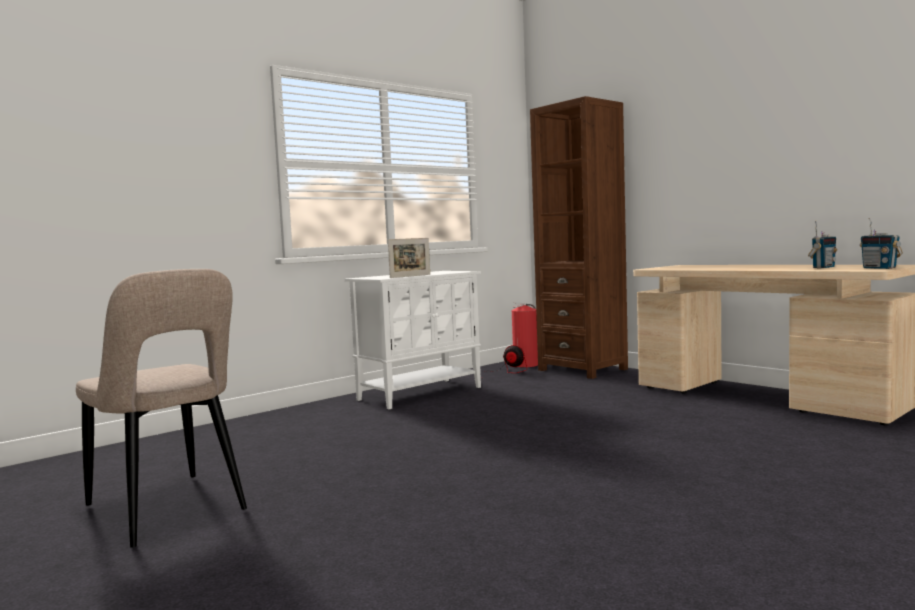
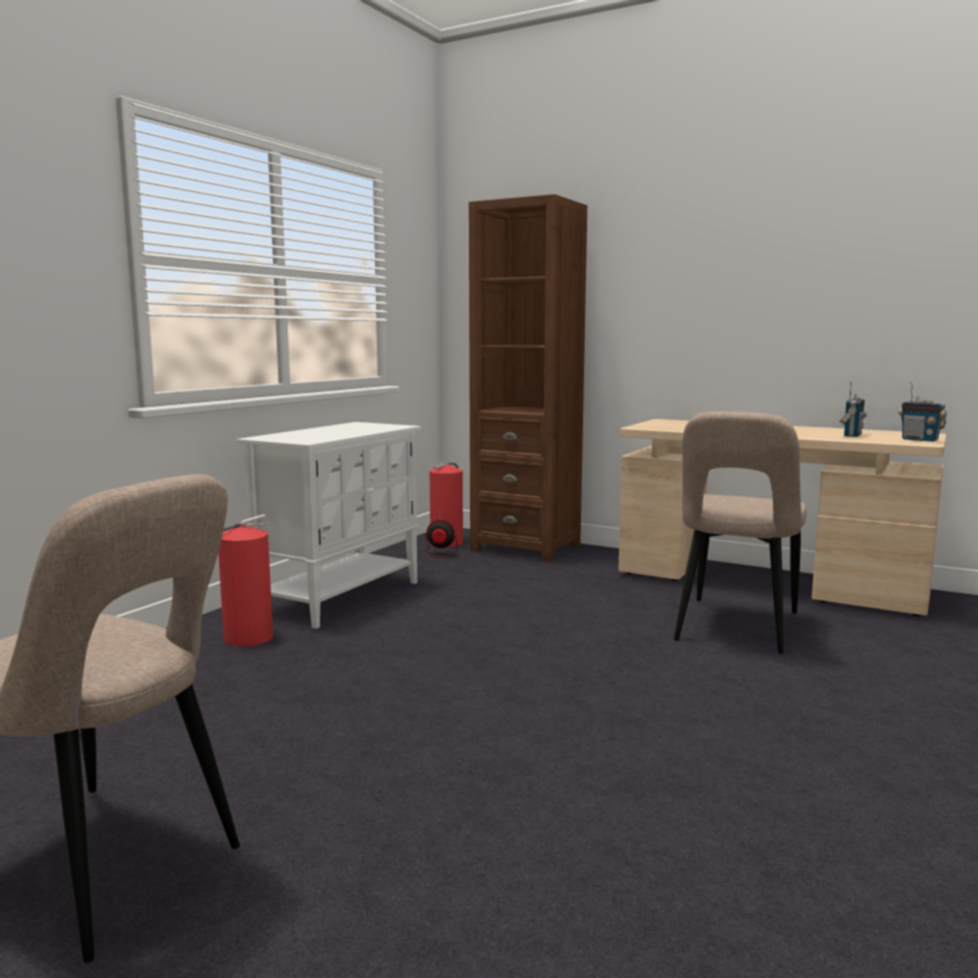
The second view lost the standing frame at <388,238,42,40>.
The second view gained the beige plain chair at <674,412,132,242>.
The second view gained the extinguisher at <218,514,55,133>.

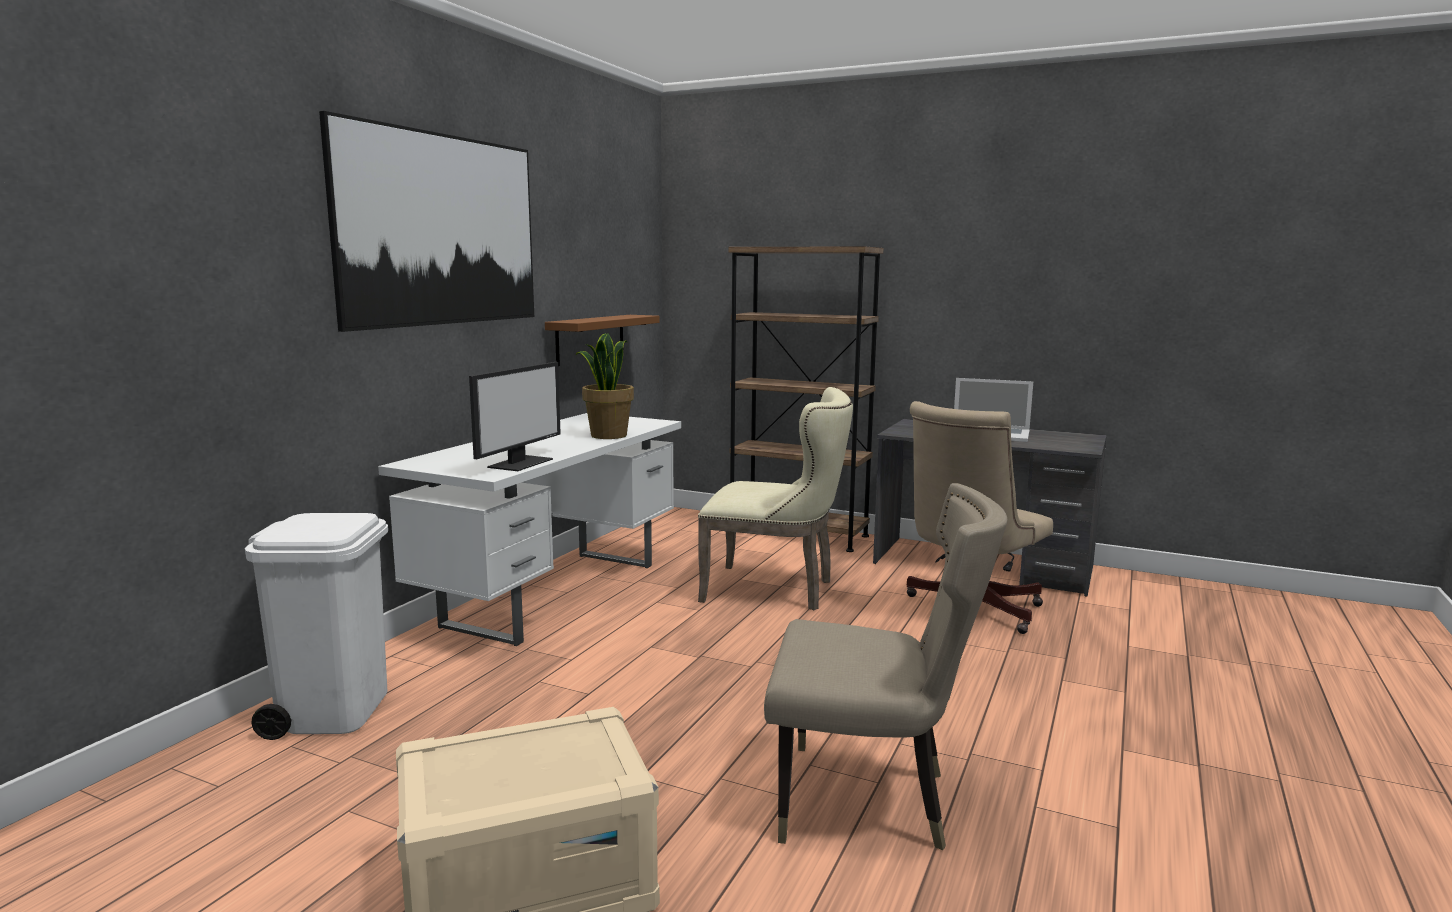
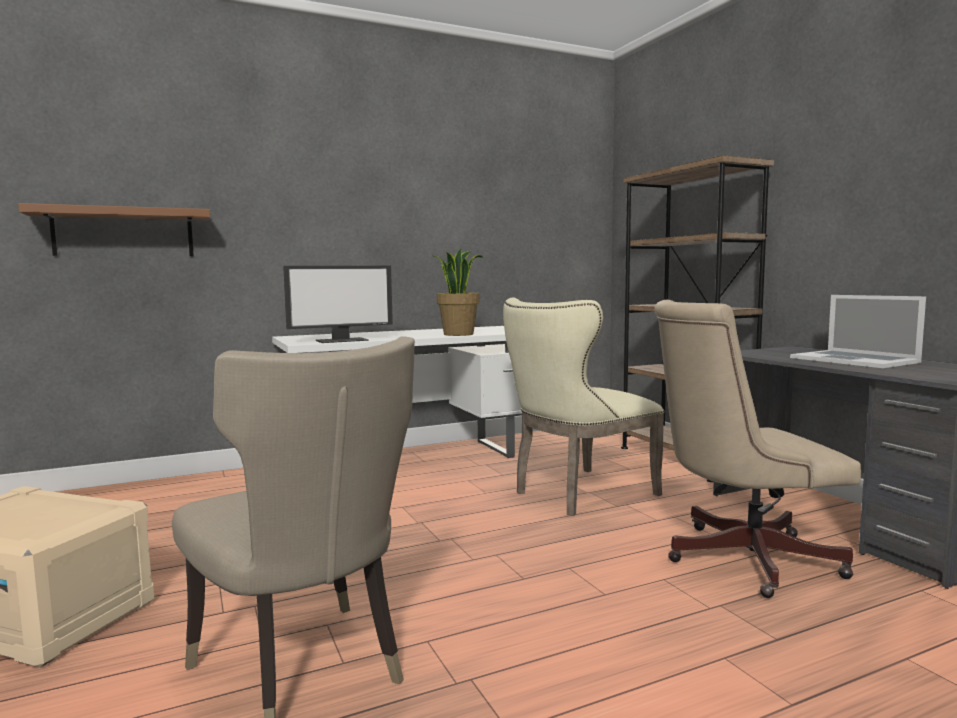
The second view lost the wall art at <319,111,215,221>.
The brown wall shelf ended up elsewhere, having gone from <545,315,115,51> to <18,203,192,53>.
The beige plain chair at <698,387,155,223> ended up facing another way, 90 degrees clockwise from before.
The second view lost the white-coloured rubbish bin at <245,513,143,227>.

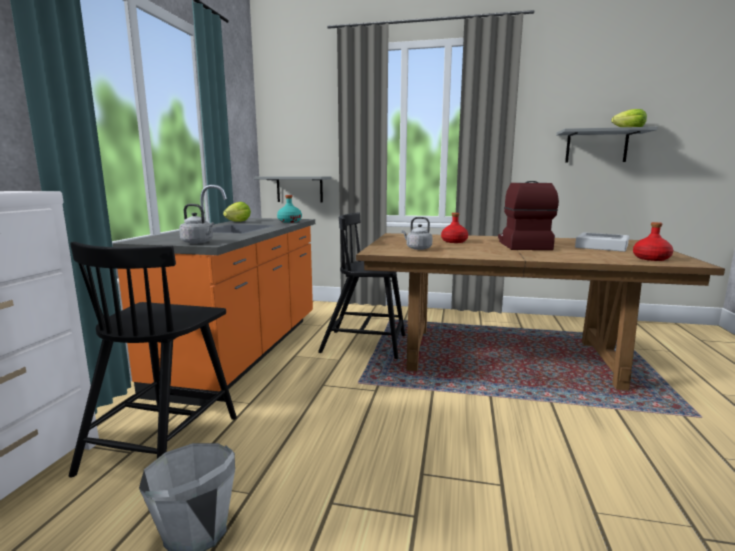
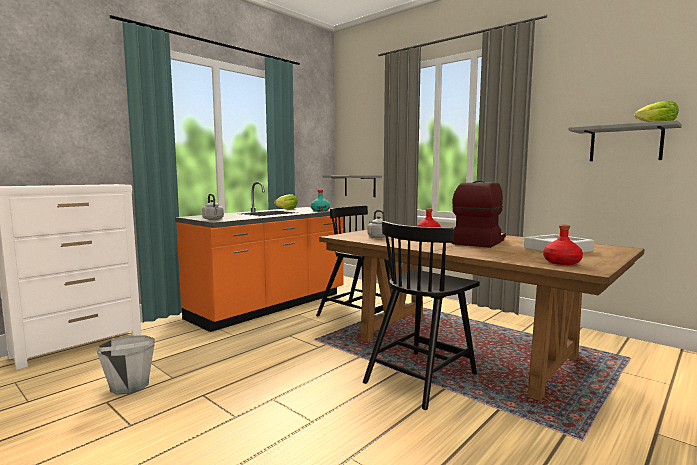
The black-coloured plain chair ended up elsewhere, having gone from <68,242,169,236> to <363,221,117,189>.

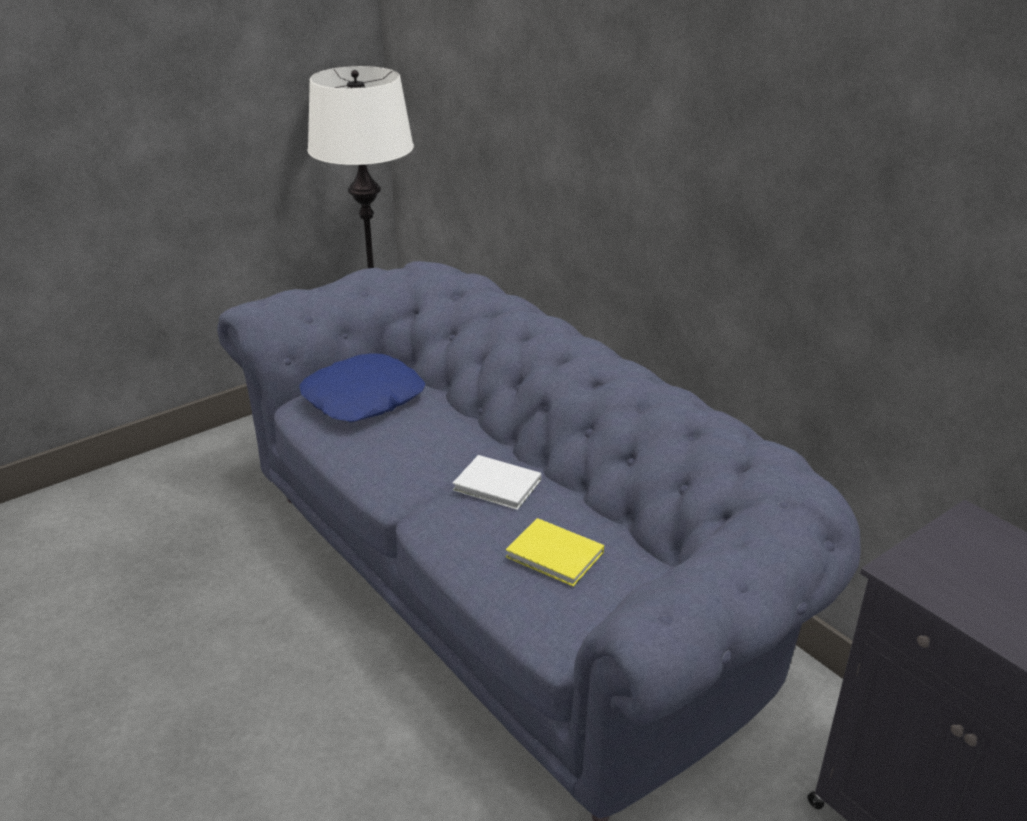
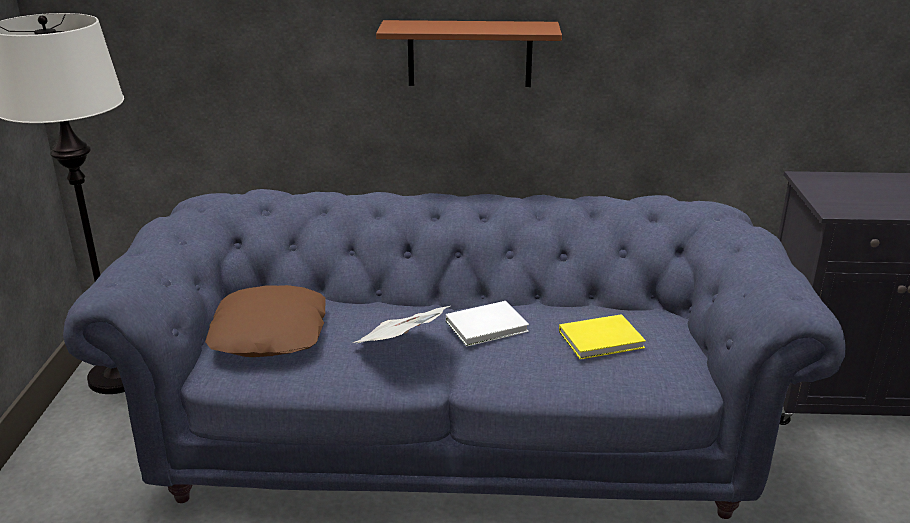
What was the blue pillow at <299,353,126,70> turned into the brown pillow at <205,285,121,72>.
The second view gained the brown wall shelf at <376,20,186,67>.
The second view gained the newspaper at <353,306,97,37>.

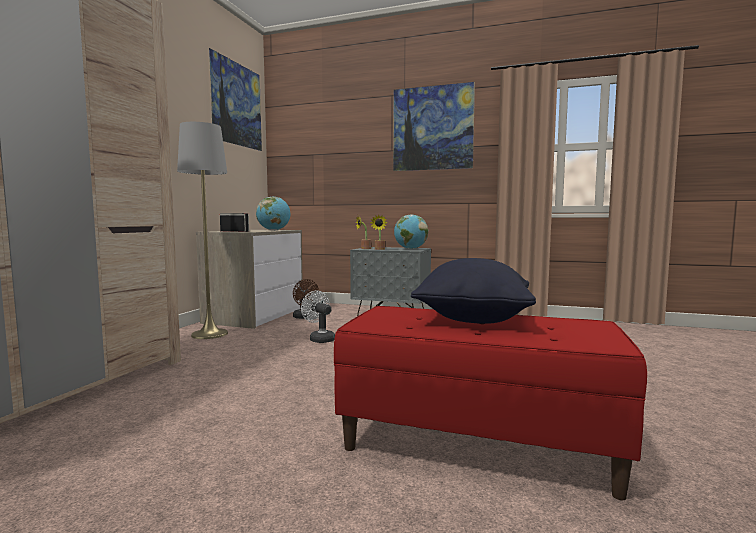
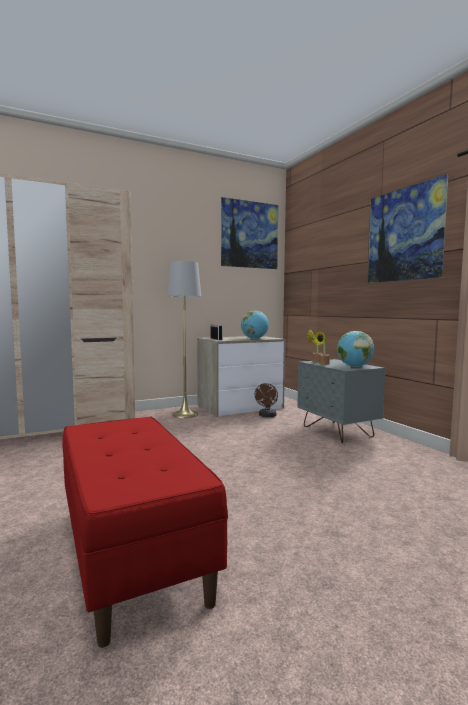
The second view lost the black-coloured pillow at <411,258,125,66>.
The second view lost the white-coloured electric fan at <301,291,34,52>.

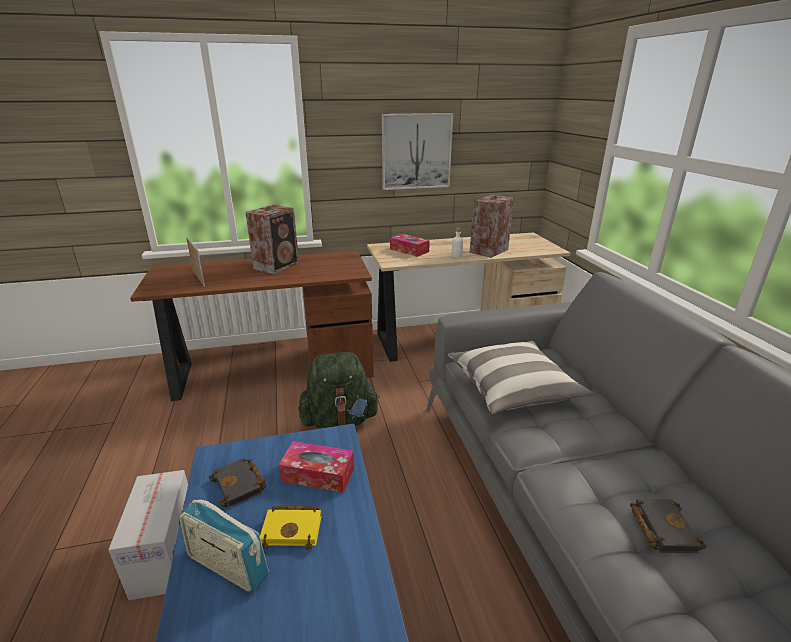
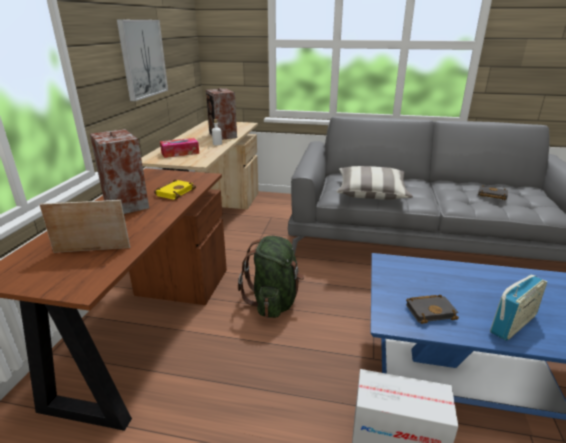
The second view lost the box of tissues at <278,441,76,52>.
The yellow-coloured bound book ended up elsewhere, having gone from <260,506,61,43> to <154,179,42,21>.

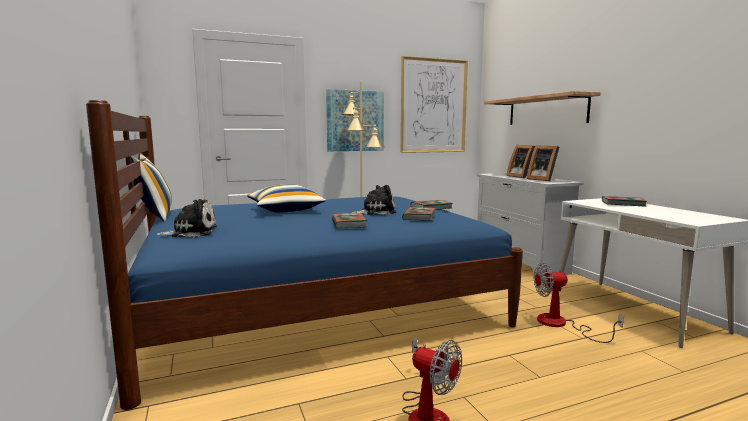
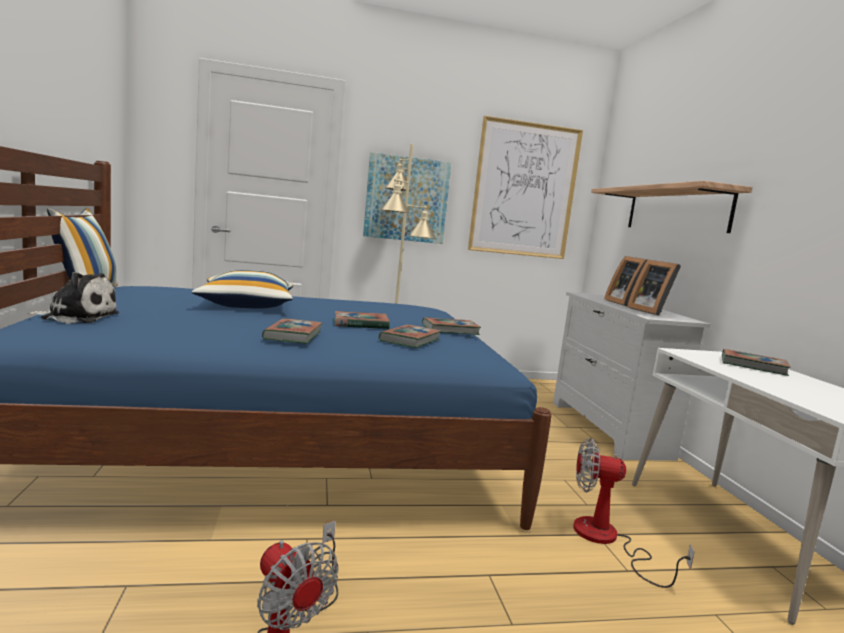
Where the soft toy stood at <352,185,44,30>, the bound book came to stand at <334,311,56,18>.

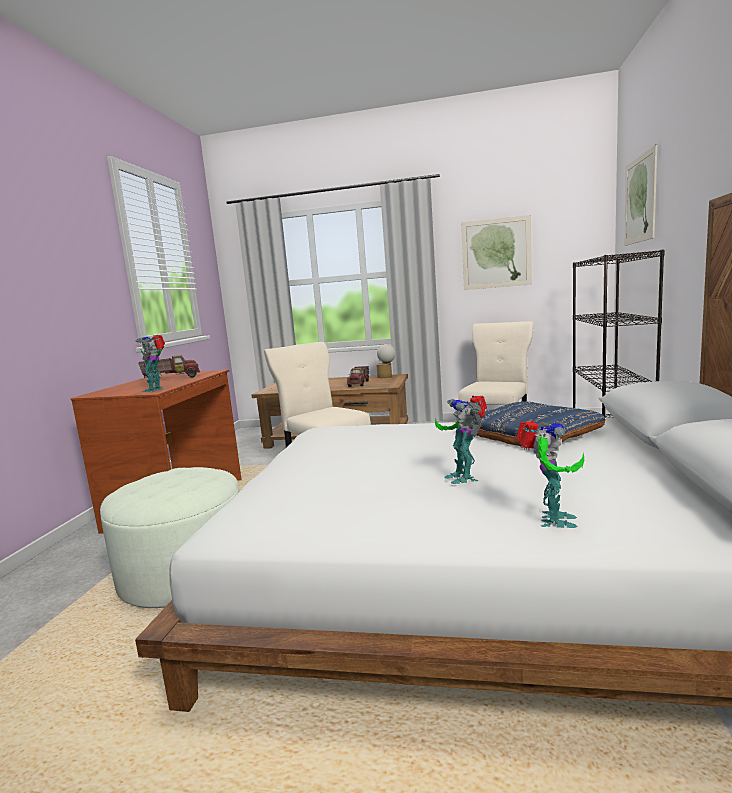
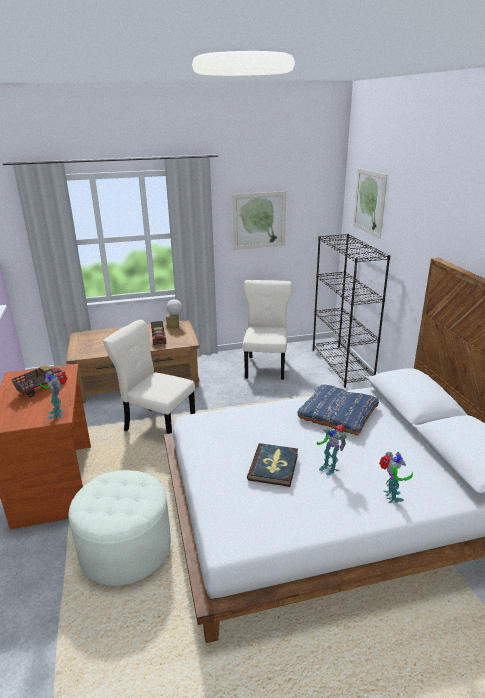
The second view gained the bound book at <247,443,51,44>.

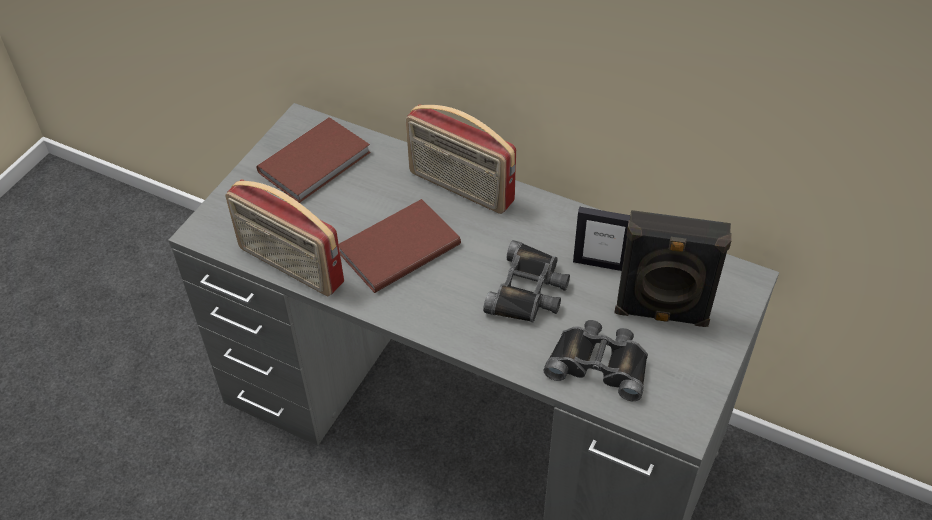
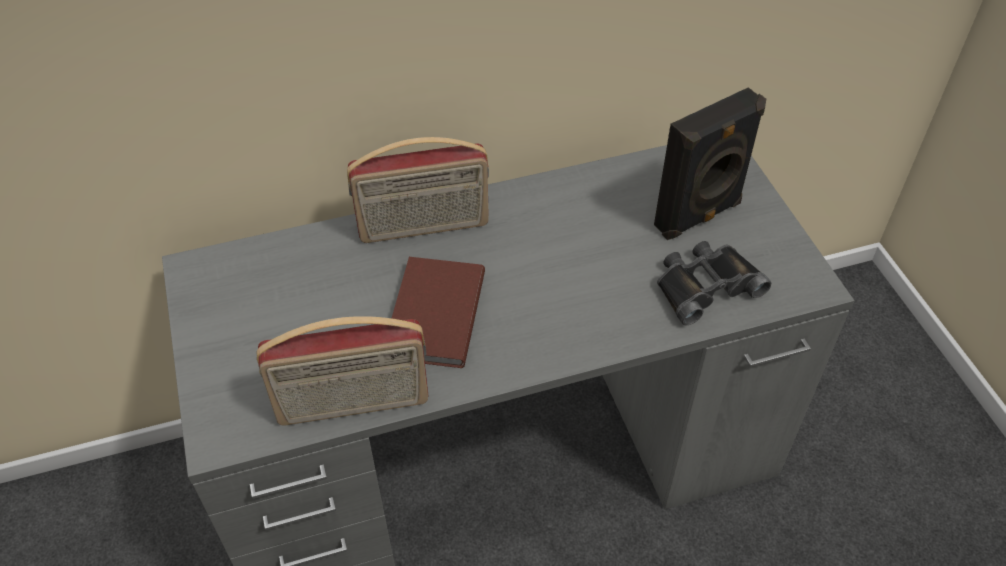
The second view lost the brown bound book at <256,117,115,86>.
The second view lost the standing frame at <573,207,57,64>.
The second view lost the black-coloured pair of binoculars at <483,240,87,82>.

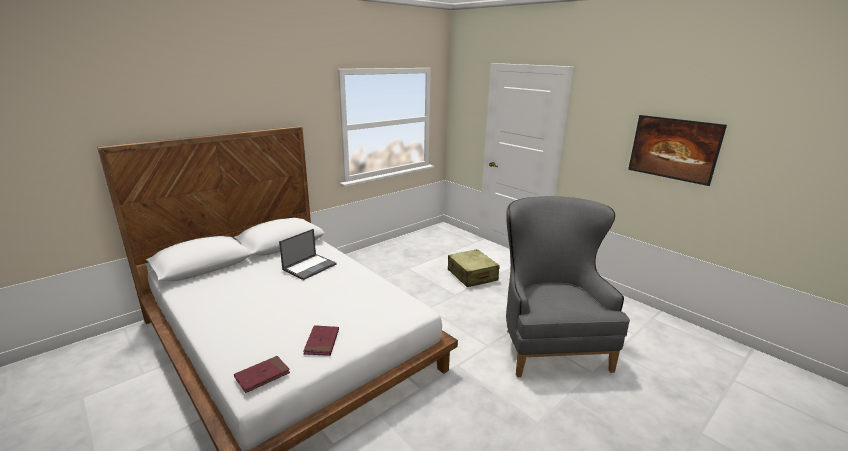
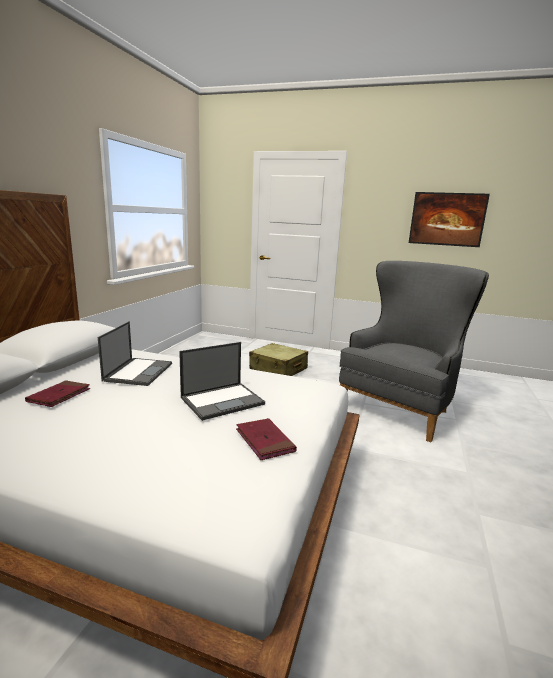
The grey lounge chair at <506,196,124,181> ended up facing another way, 75 degrees clockwise from before.
The red-coloured bound book ended up elsewhere, having gone from <234,356,56,37> to <25,380,65,27>.
The second view gained the laptop at <179,342,86,79>.

